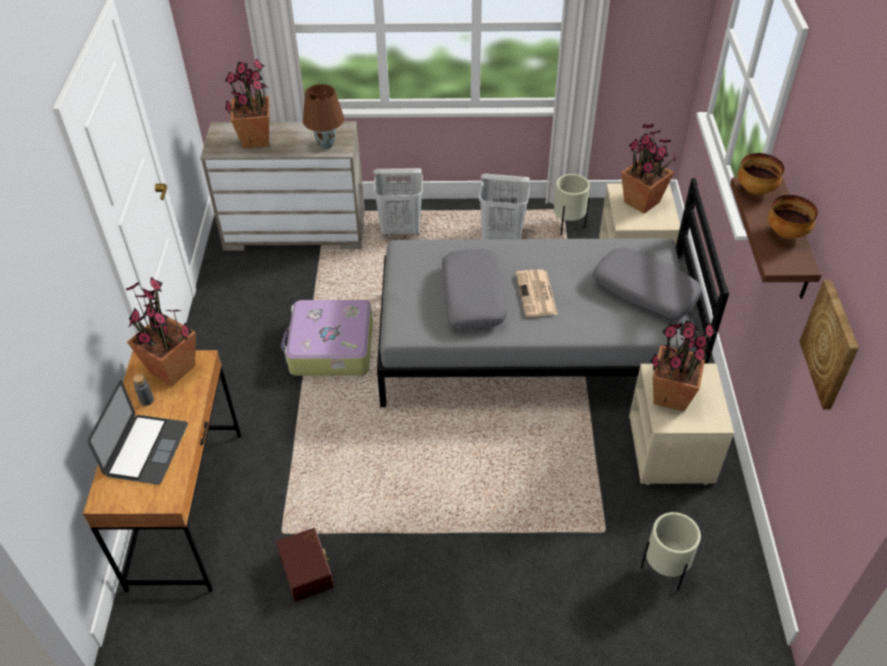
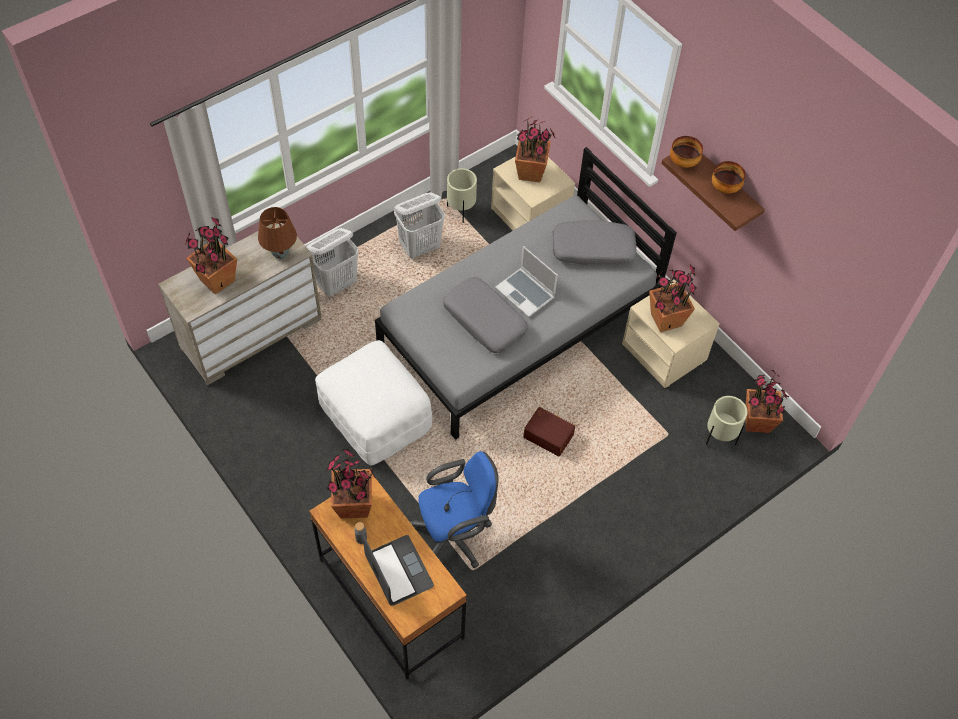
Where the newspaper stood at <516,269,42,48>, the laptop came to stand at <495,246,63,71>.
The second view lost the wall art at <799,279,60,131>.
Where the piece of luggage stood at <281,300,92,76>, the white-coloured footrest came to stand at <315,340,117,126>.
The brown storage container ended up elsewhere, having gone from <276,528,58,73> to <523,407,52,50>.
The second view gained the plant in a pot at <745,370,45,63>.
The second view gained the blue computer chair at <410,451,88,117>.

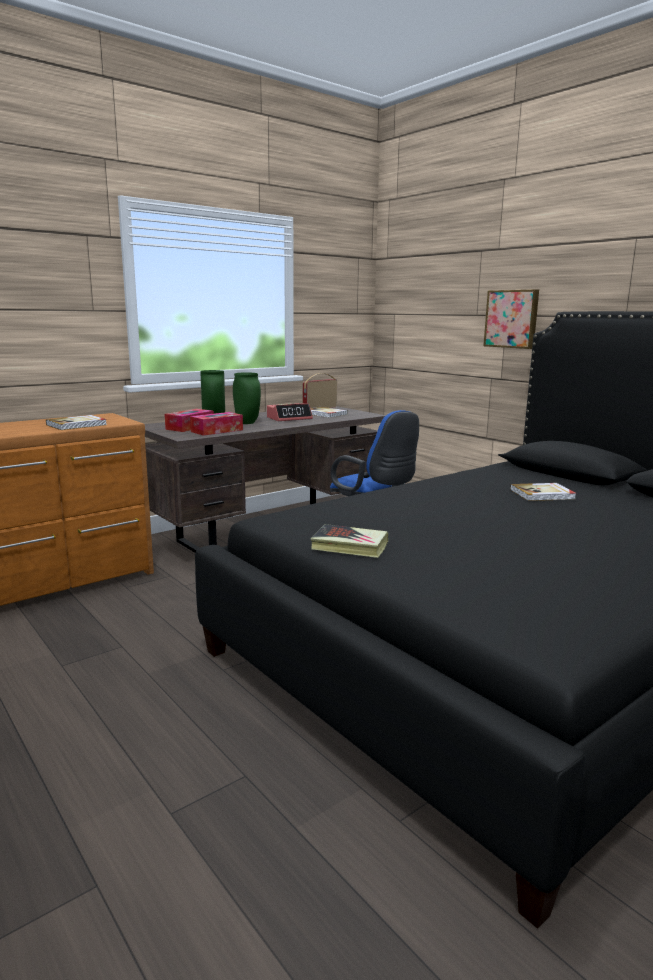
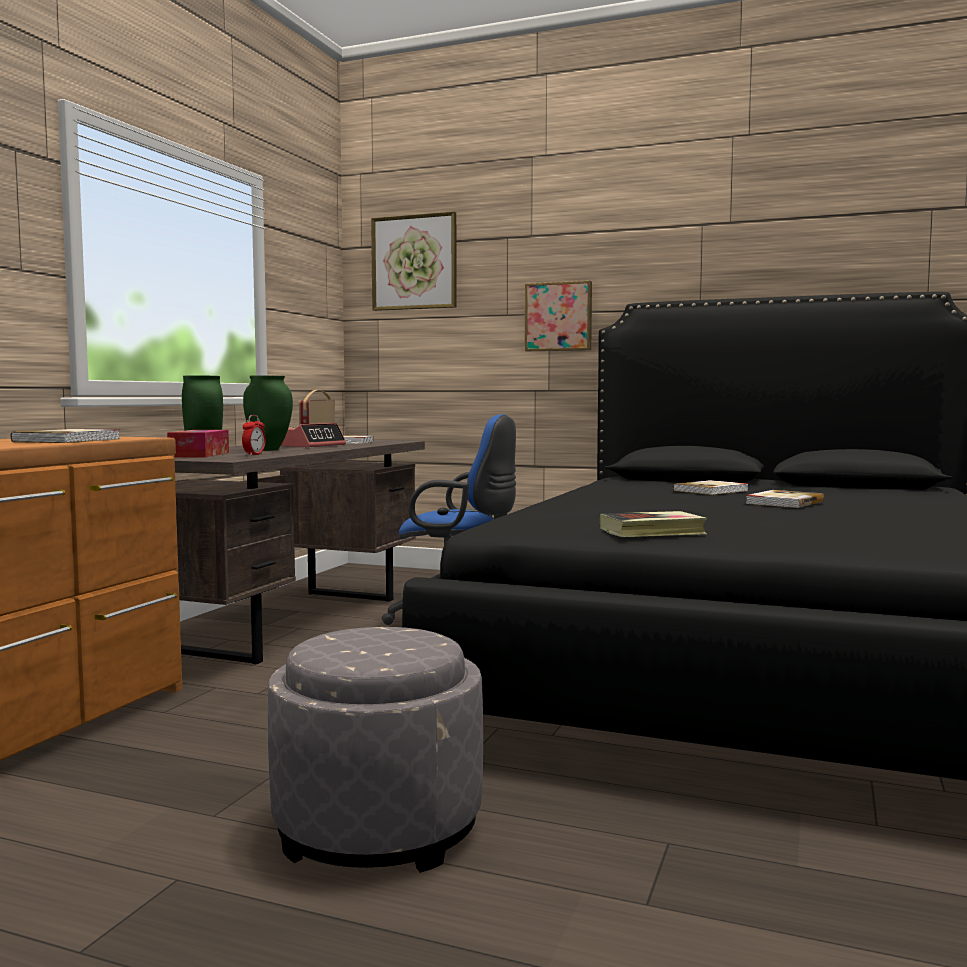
Where the box of tissues stood at <190,412,53,24>, the alarm clock came to stand at <242,415,24,41>.
The second view gained the wall art at <371,212,86,99>.
The second view gained the bound book at <745,490,79,18>.
The second view gained the grey footrest at <268,627,215,246>.

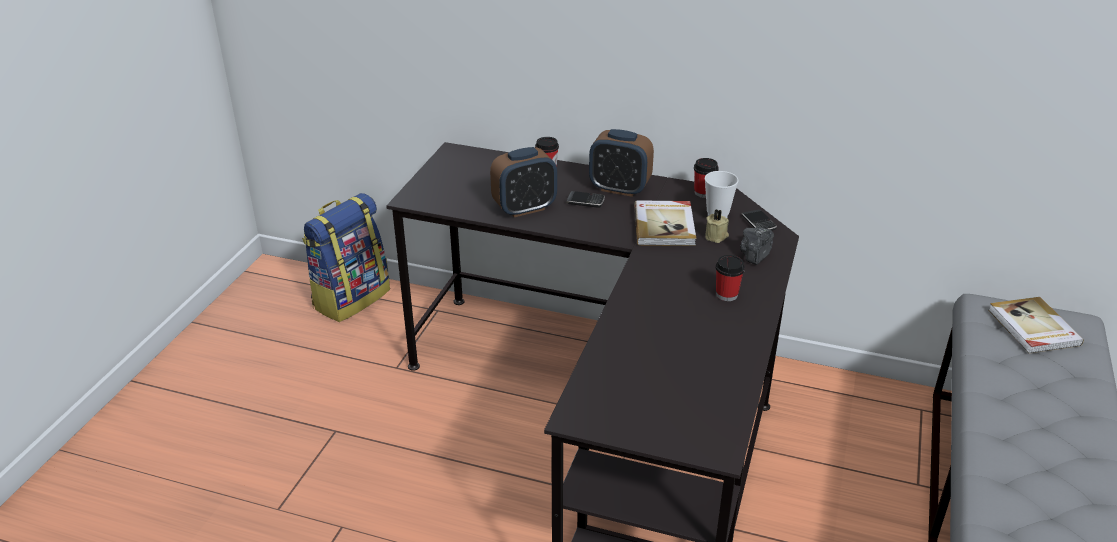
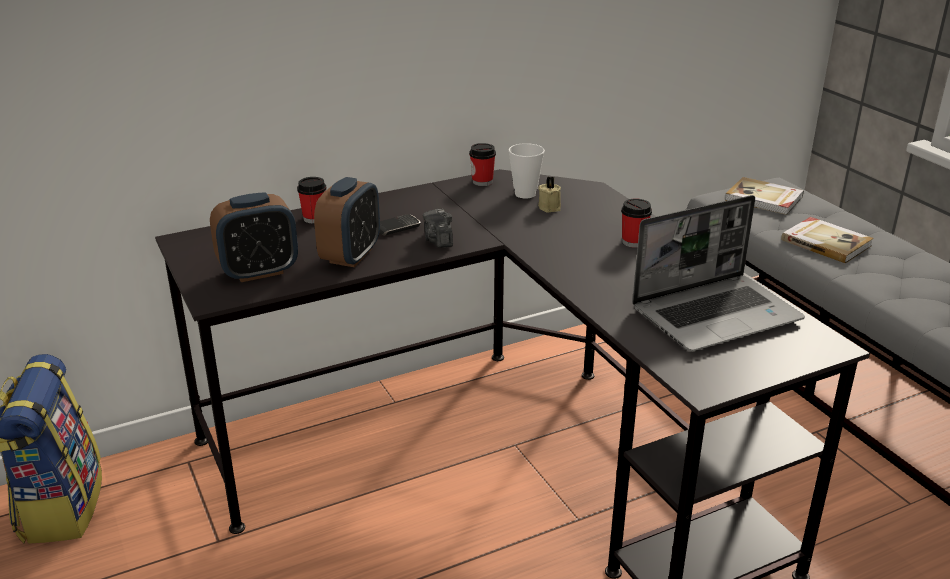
The alarm clock ended up elsewhere, having gone from <589,129,65,68> to <210,192,88,90>.
The bound book ended up elsewhere, having gone from <634,200,62,46> to <781,217,93,46>.
The second view lost the phone at <741,209,36,22>.
The photo camera ended up elsewhere, having gone from <740,227,34,38> to <422,209,31,39>.
The second view gained the laptop at <632,195,173,156>.

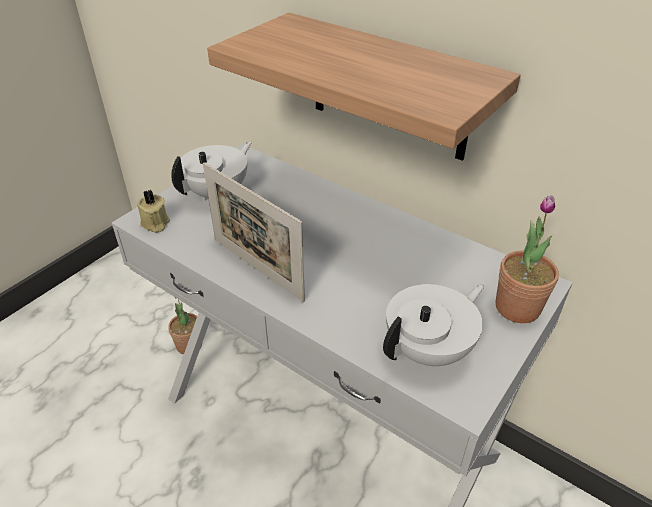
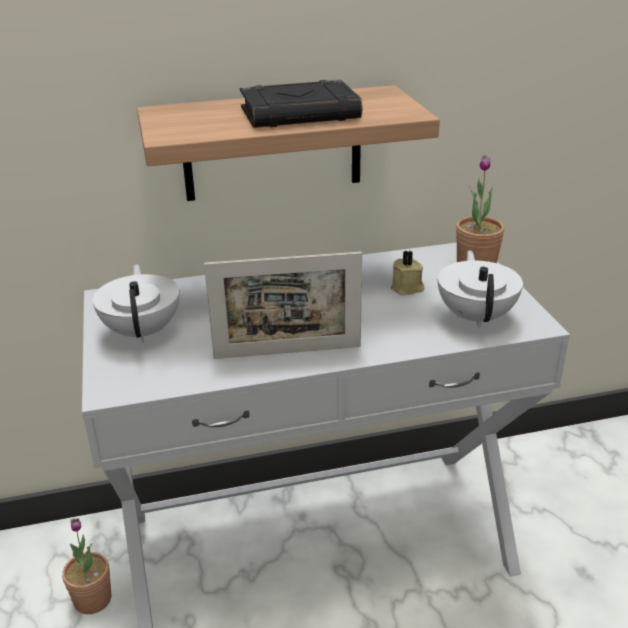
The beige wax light ended up elsewhere, having gone from <137,190,33,43> to <391,250,33,46>.
The second view gained the black-coloured bound book at <240,80,122,48>.

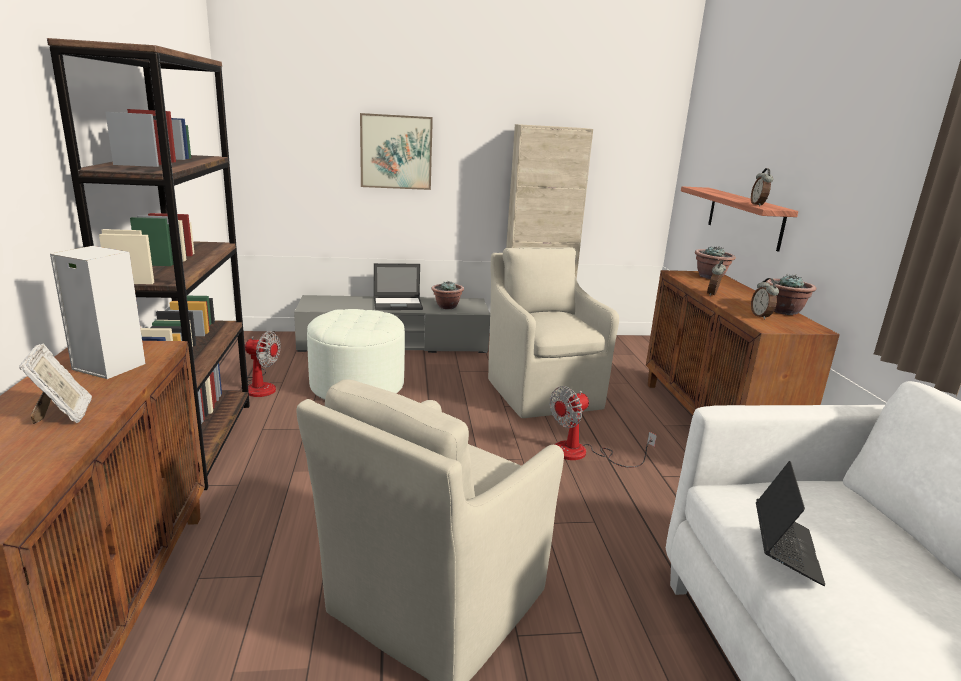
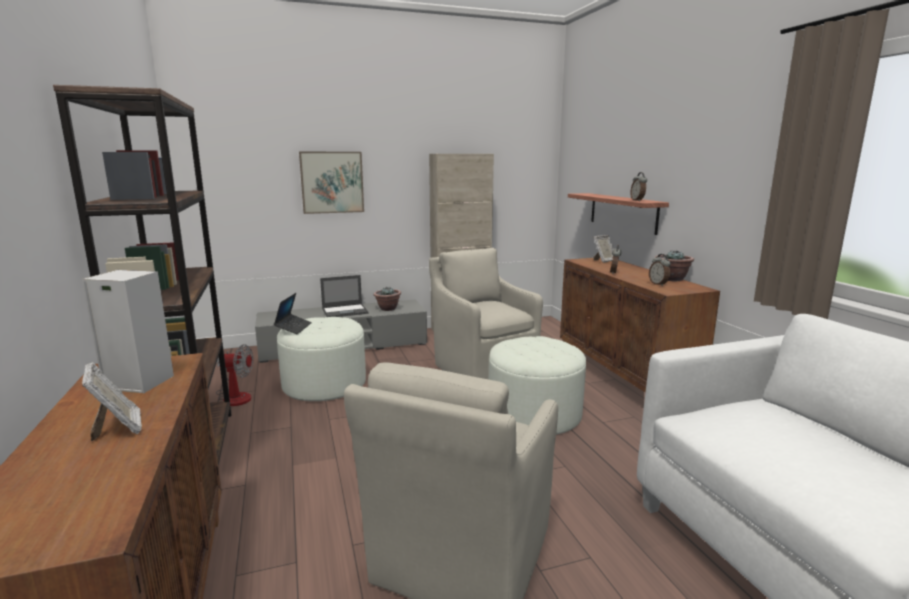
Where the plant in a pot stood at <695,246,41,33>, the standing frame came to stand at <593,235,20,28>.
Where the electric fan stood at <549,386,108,82>, the white-coloured footrest came to stand at <489,336,97,99>.
The laptop ended up elsewhere, having gone from <756,461,69,125> to <274,293,38,41>.

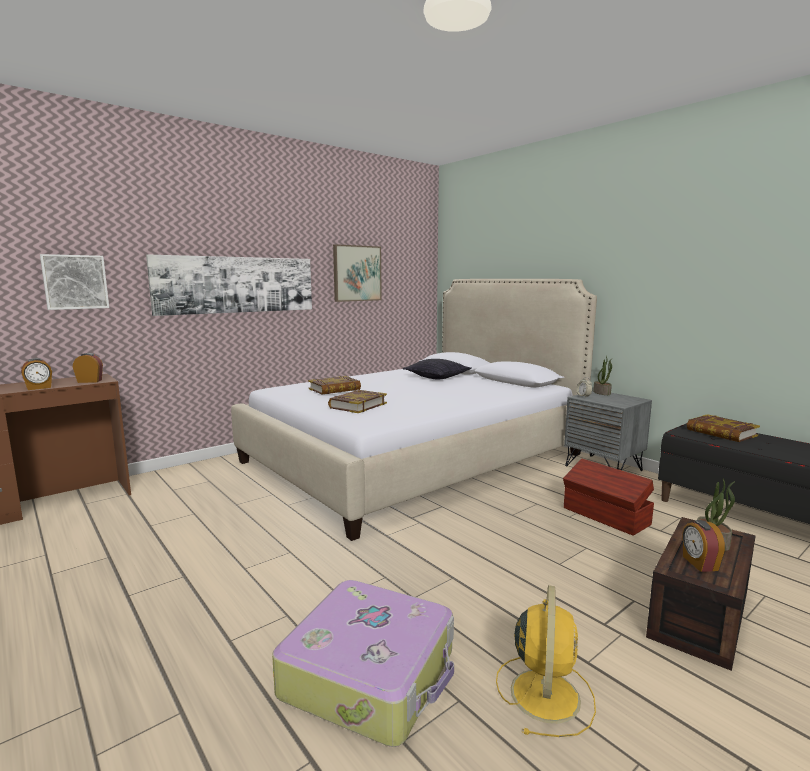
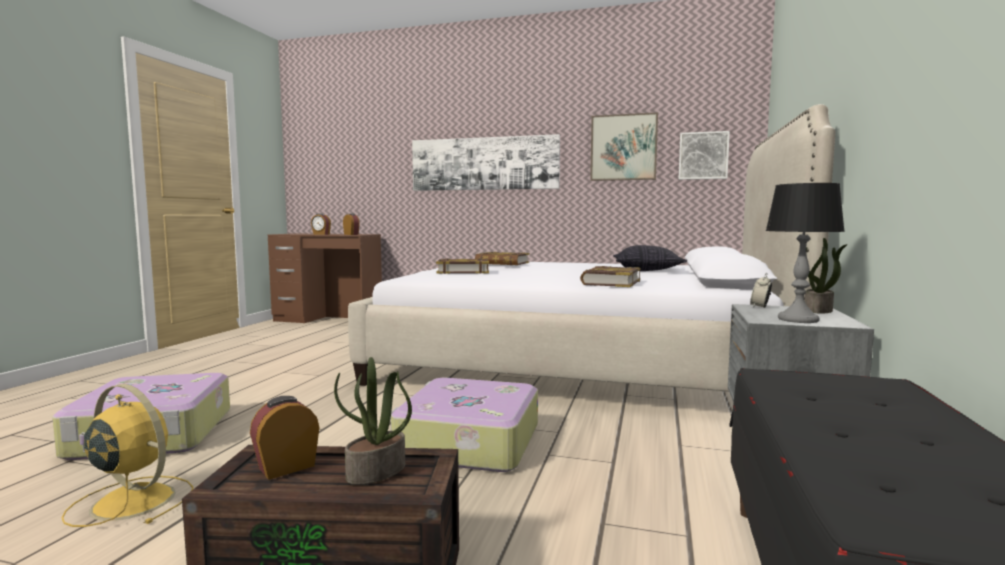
The wall art ended up elsewhere, having gone from <40,254,69,56> to <679,131,51,49>.
The bound book ended up elsewhere, having gone from <687,414,73,28> to <580,266,61,21>.
The second view lost the brown storage container at <563,459,91,77>.
The yellow-coloured electric fan at <496,585,100,152> ended up facing another way, 135 degrees counterclockwise from before.
The second view gained the lamp for a table at <766,183,79,140>.
The second view gained the piece of luggage at <391,378,147,94>.

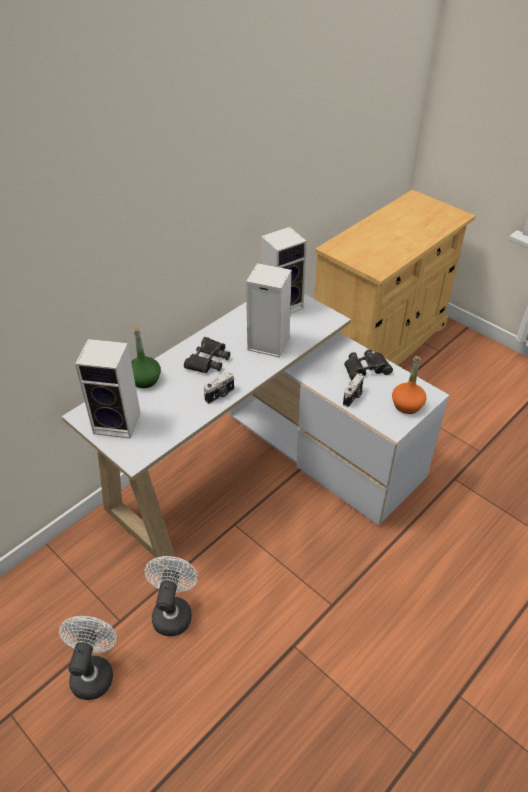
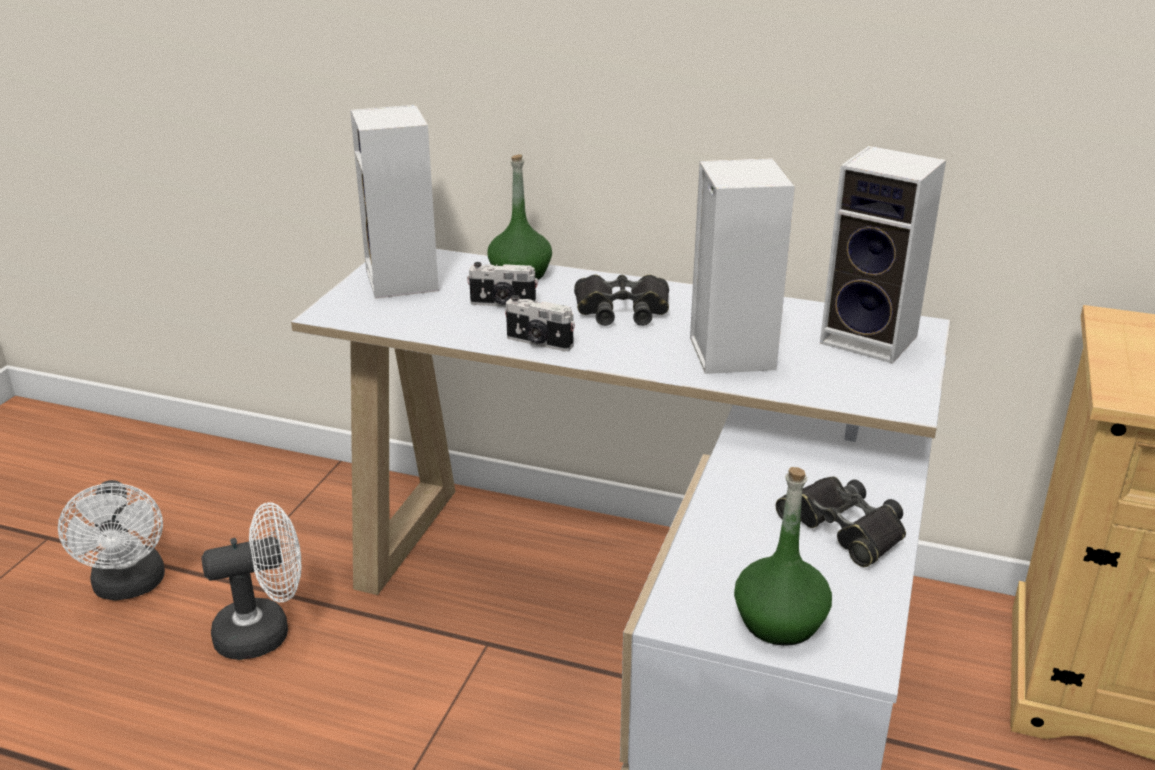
What was the orangey beverage bottle at <392,356,34,58> turned into the green beverage bottle at <734,467,98,179>.
The photo camera ended up elsewhere, having gone from <343,373,21,34> to <467,262,71,45>.
The white-coloured electric fan at <59,616,58,84> ended up facing another way, 90 degrees clockwise from before.

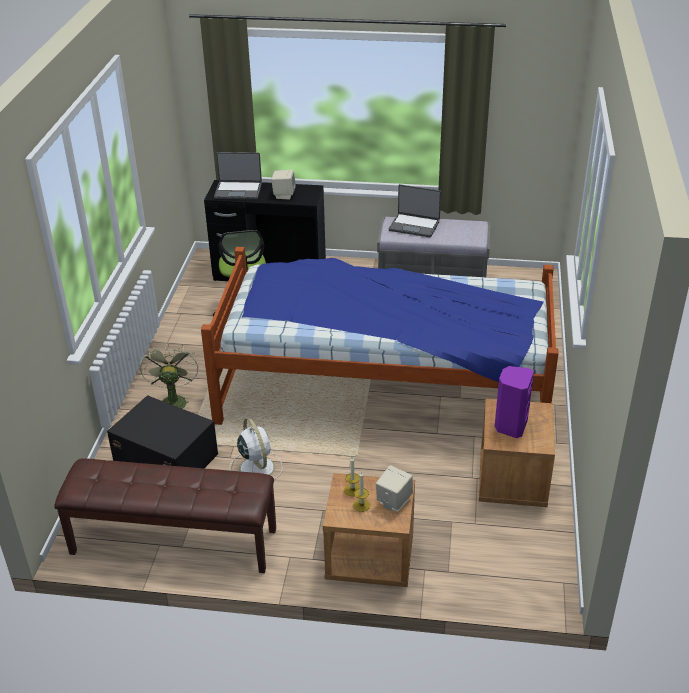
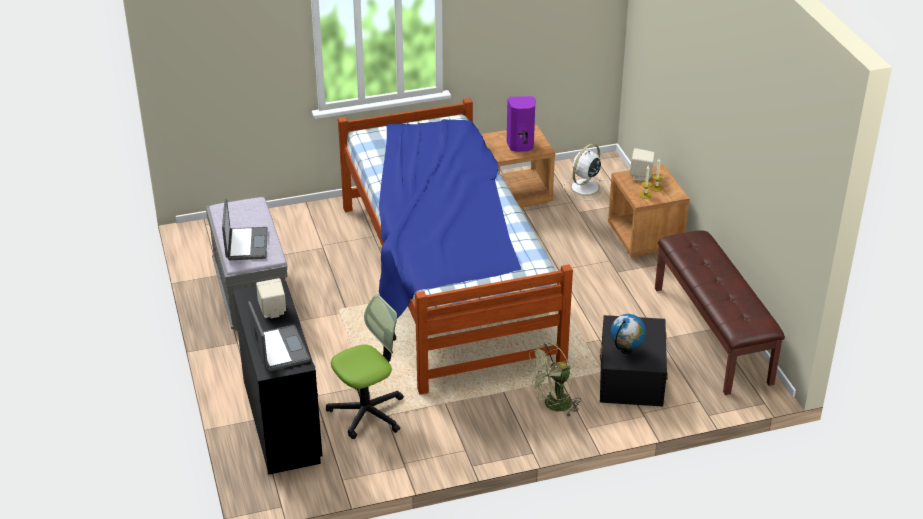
The white-coloured electric fan ended up elsewhere, having gone from <230,418,52,62> to <563,144,42,56>.
The second view gained the desk globe at <611,314,35,41>.

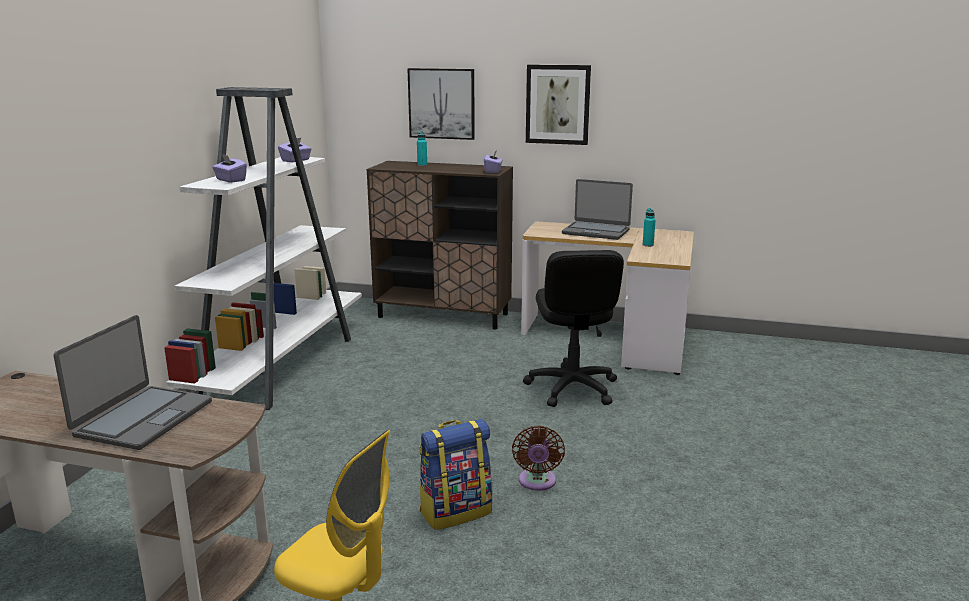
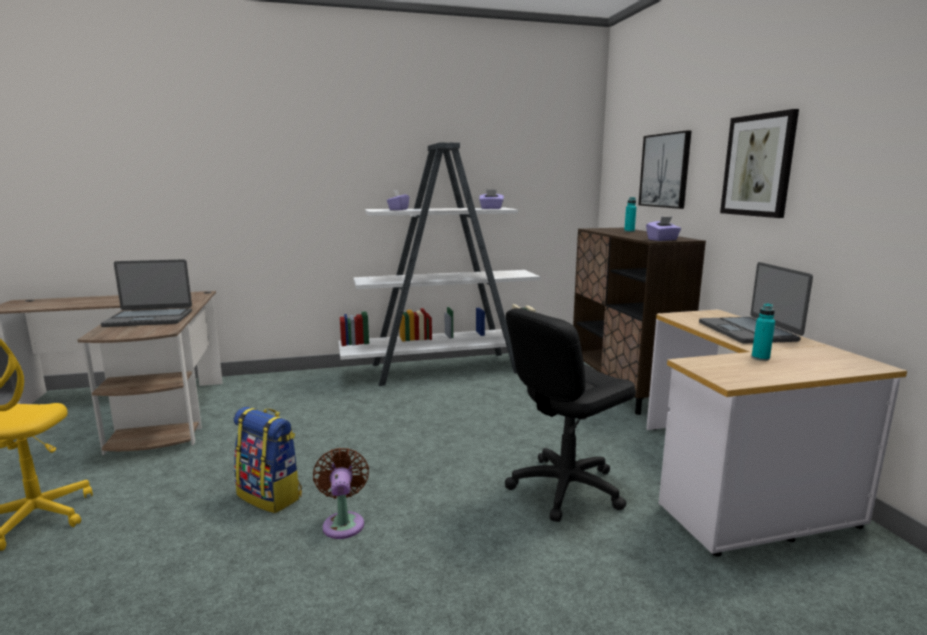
The brown electric fan at <512,425,53,66> ended up facing another way, 105 degrees clockwise from before.

